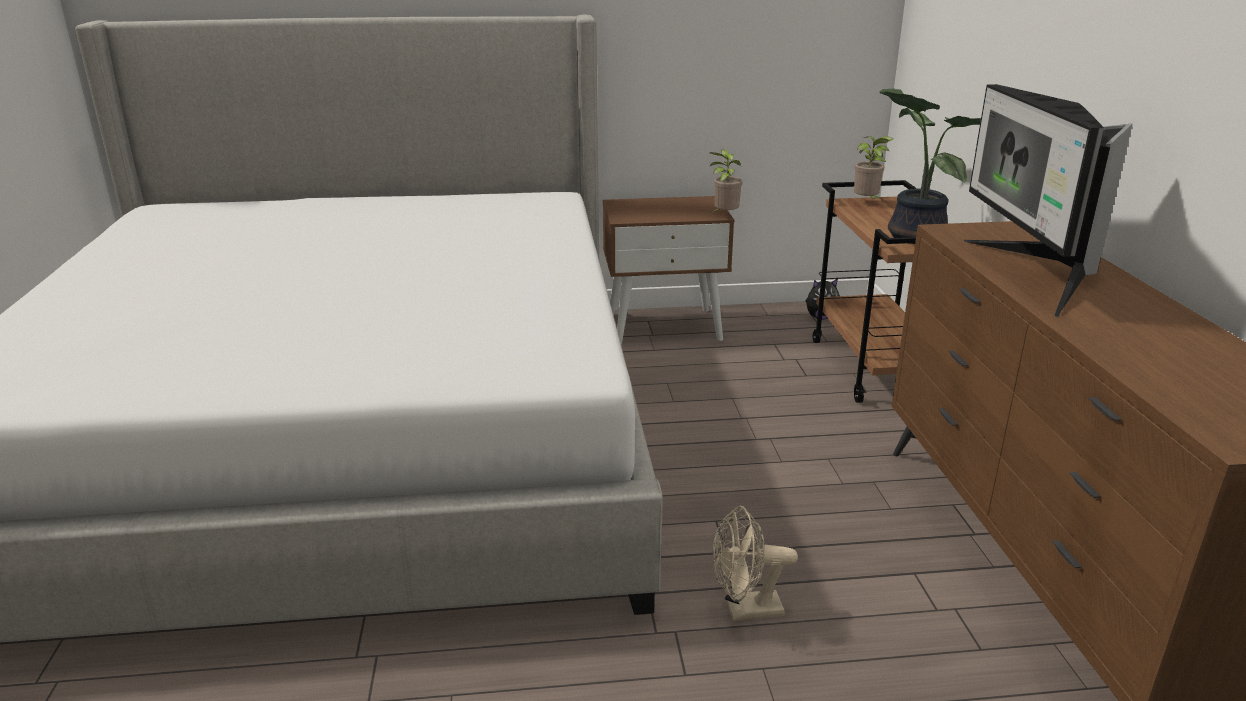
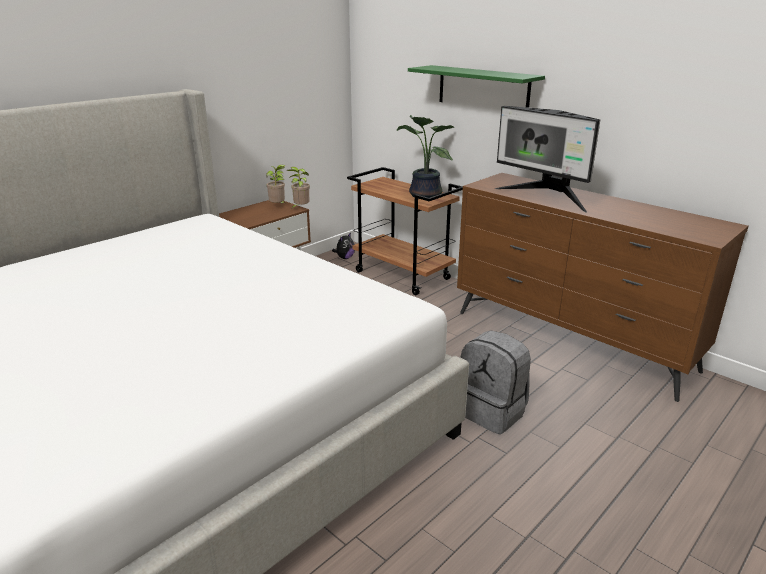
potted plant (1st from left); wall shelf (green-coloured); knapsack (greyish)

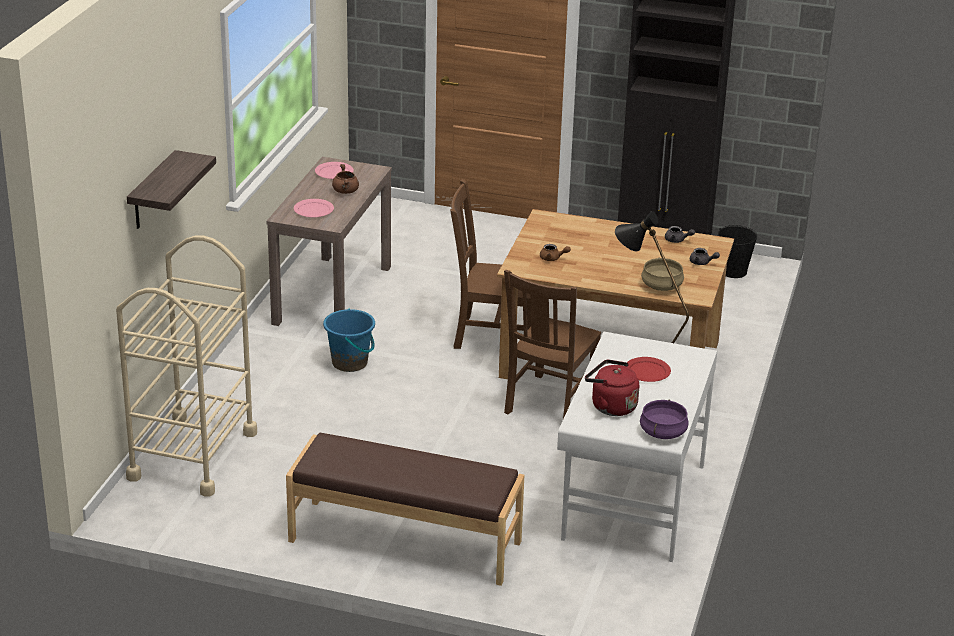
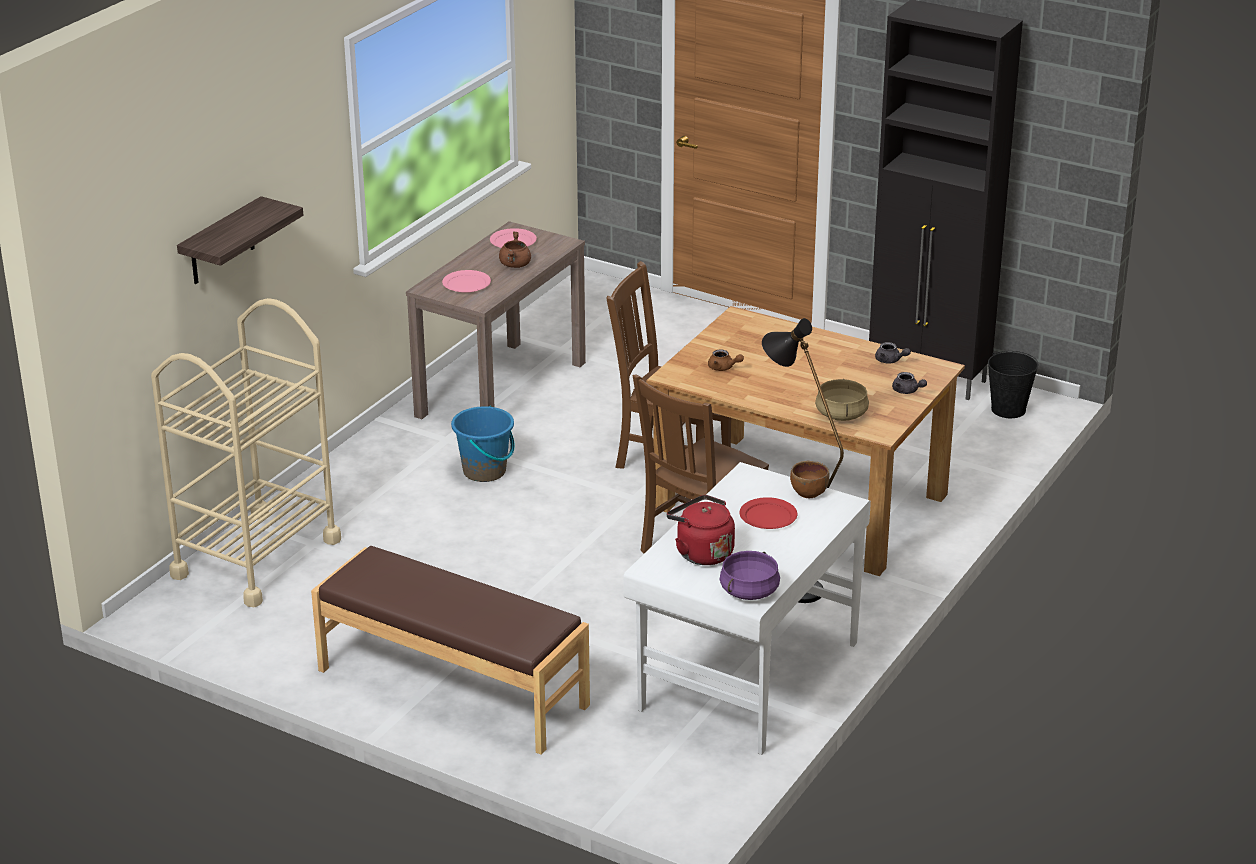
bowl (brown-coloured)

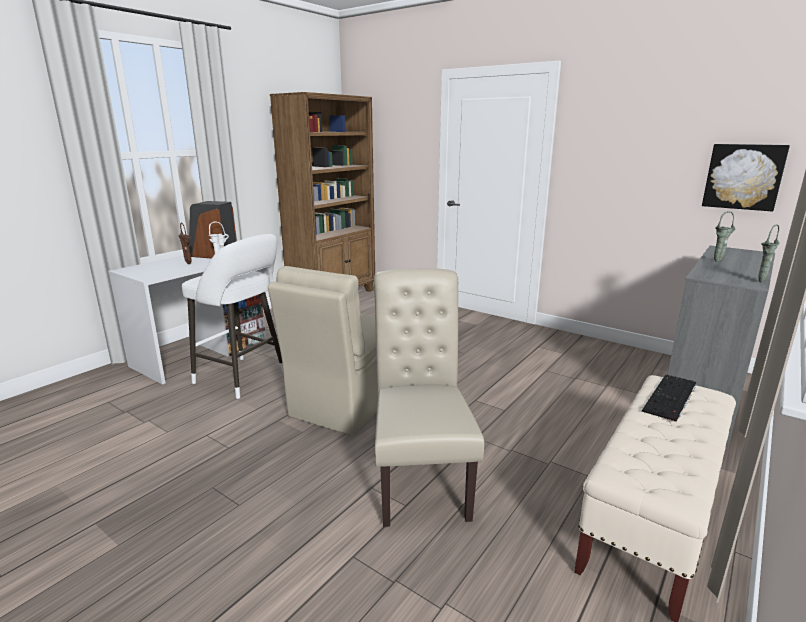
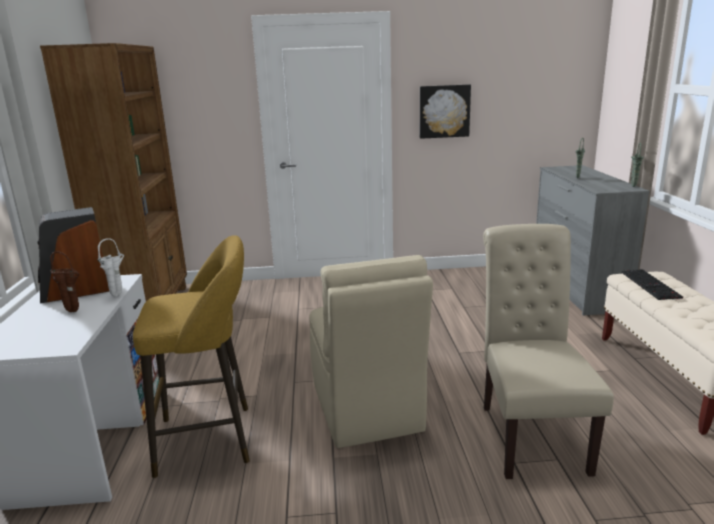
stool (yellow); picture; plain chair (beige) (2nd from left)

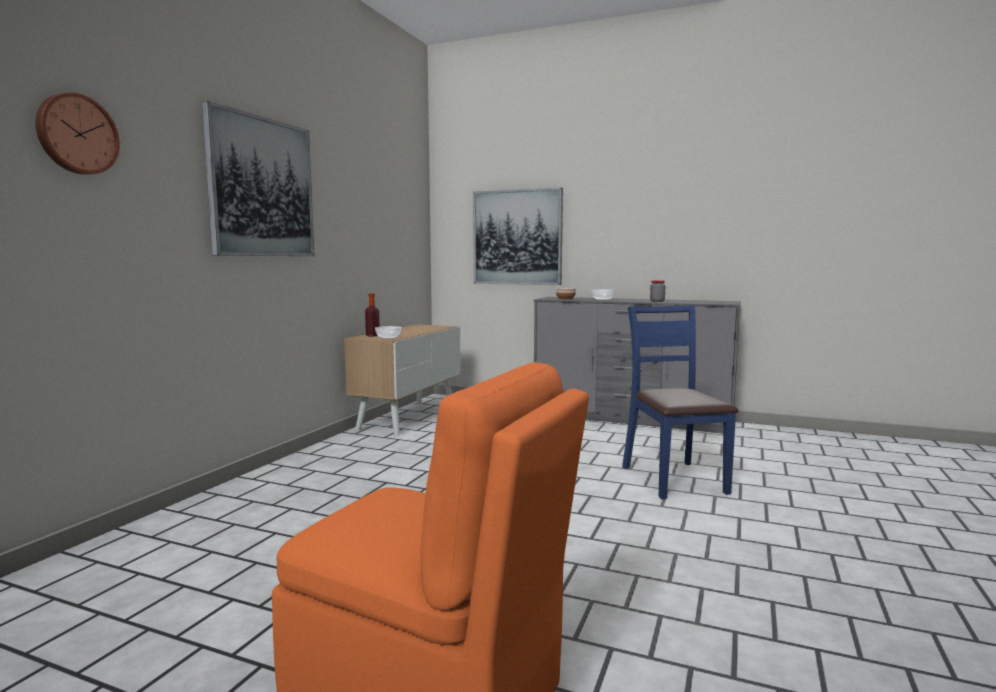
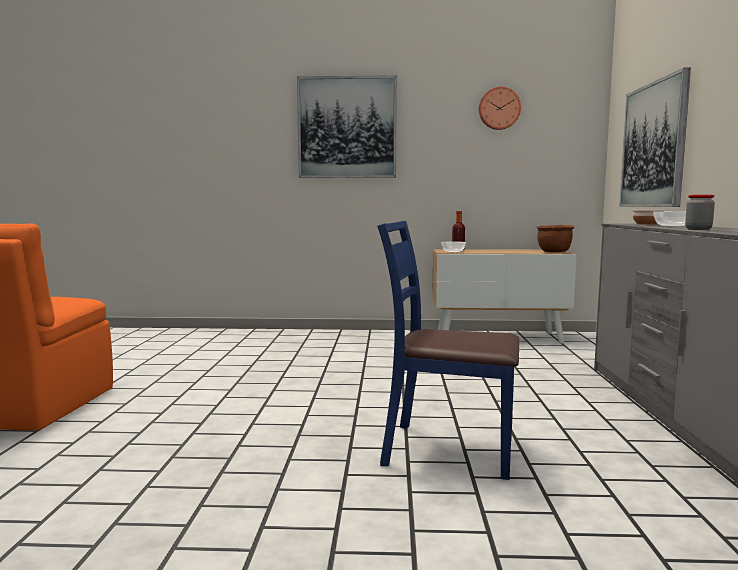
plain chair (blue); wall clock; cooking pot (brown-coloured)

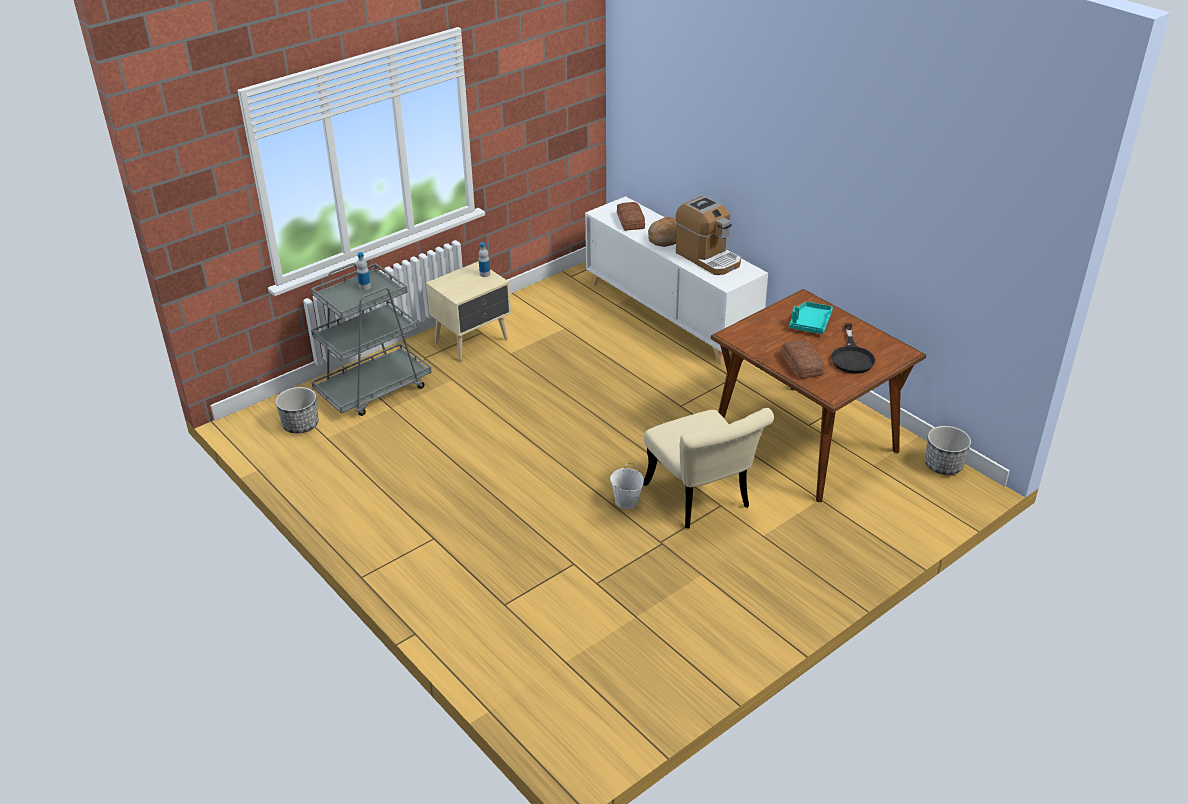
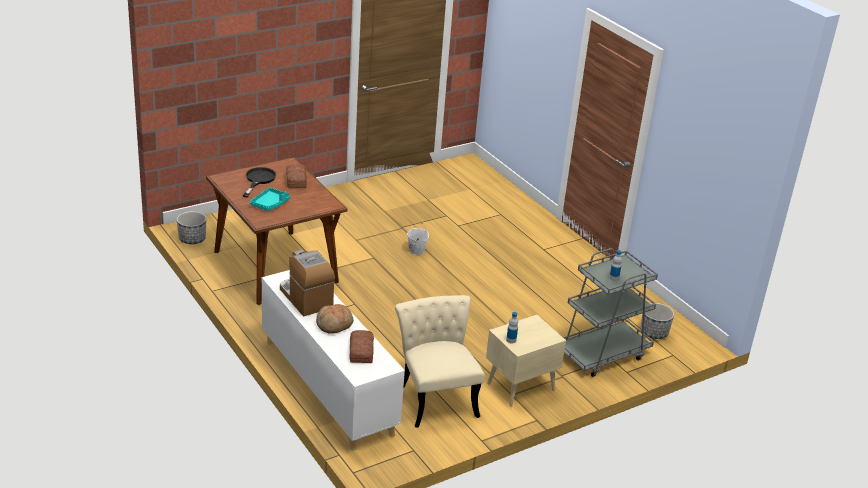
plain chair (beige)

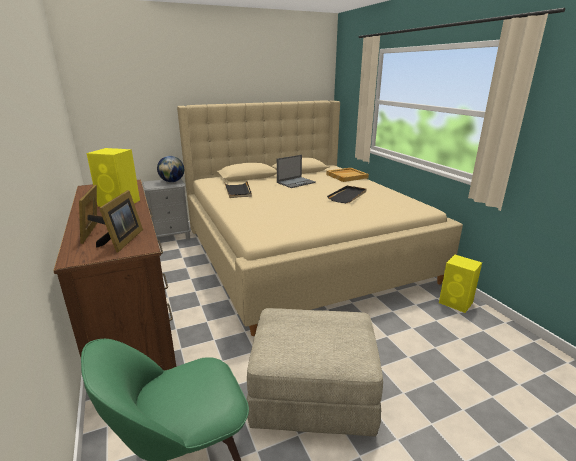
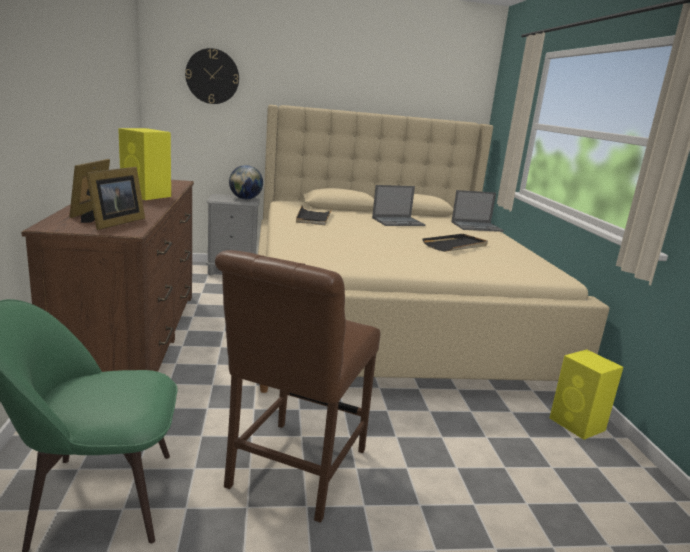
wall clock; plain chair (brown-coloured); laptop (2nd from left)

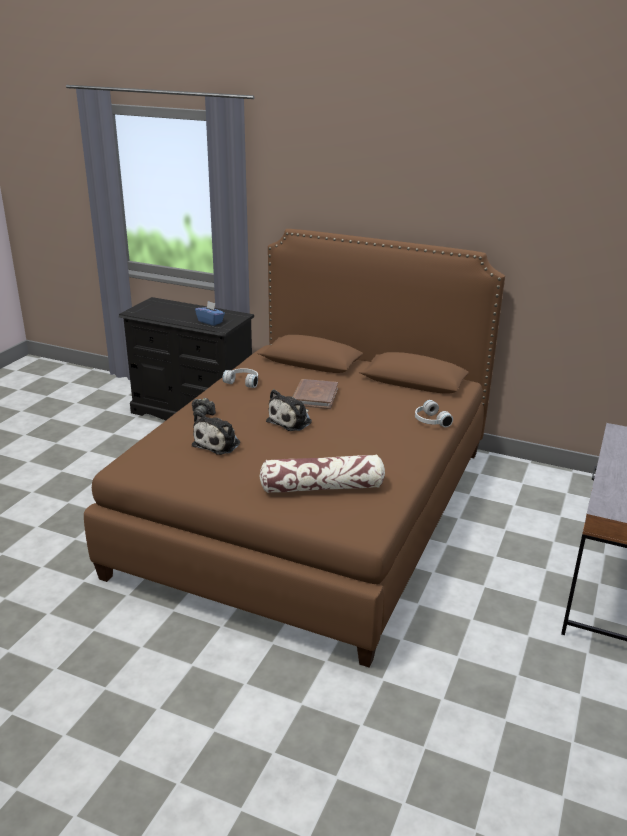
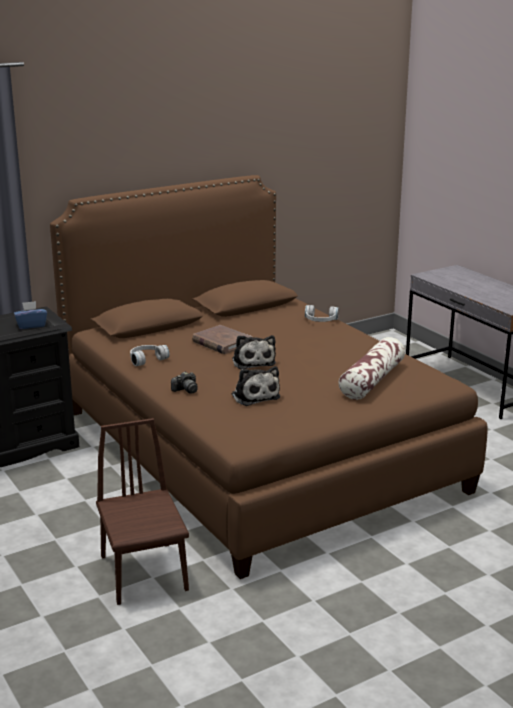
plain chair (brown-coloured)

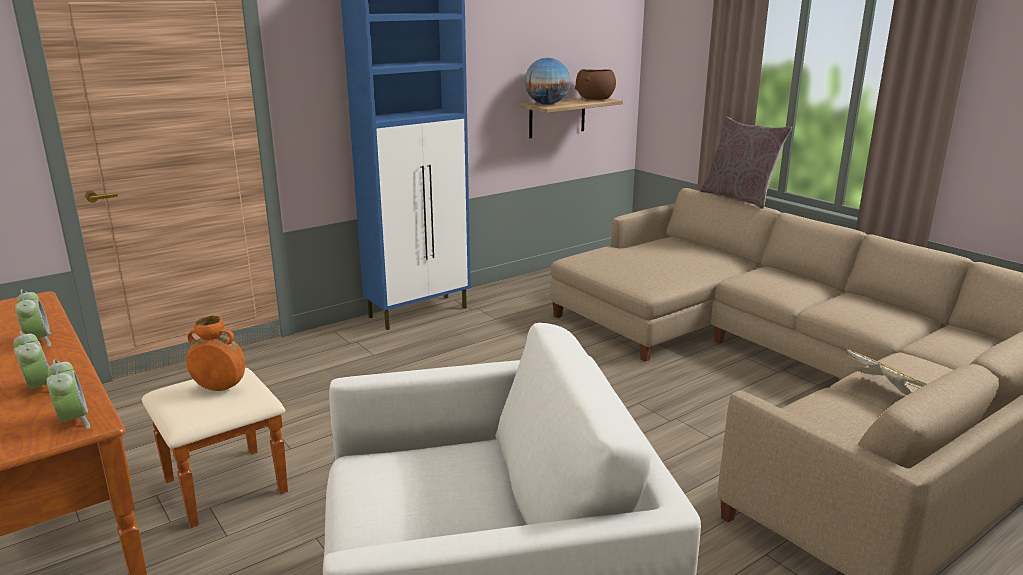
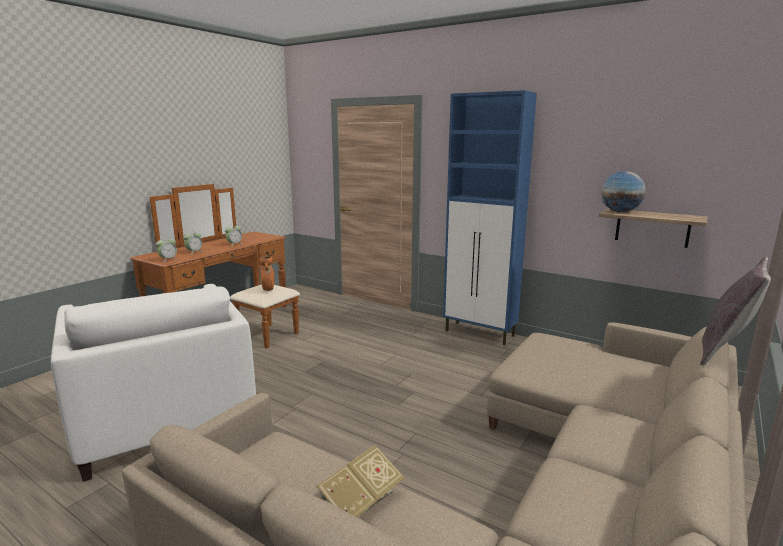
bowl (brown-coloured)

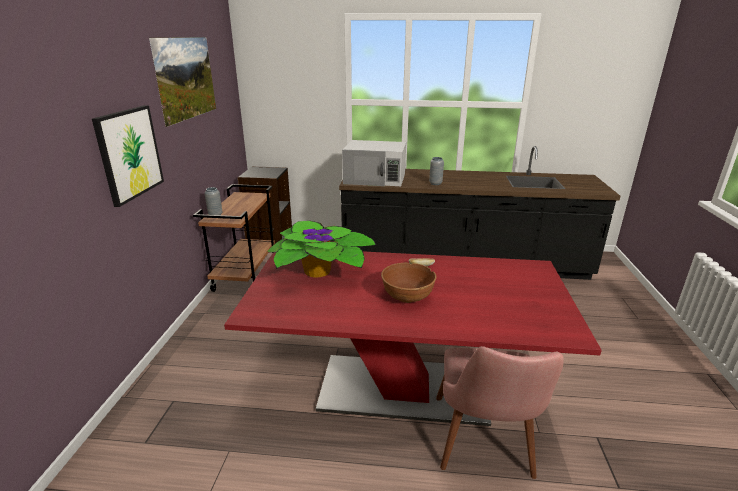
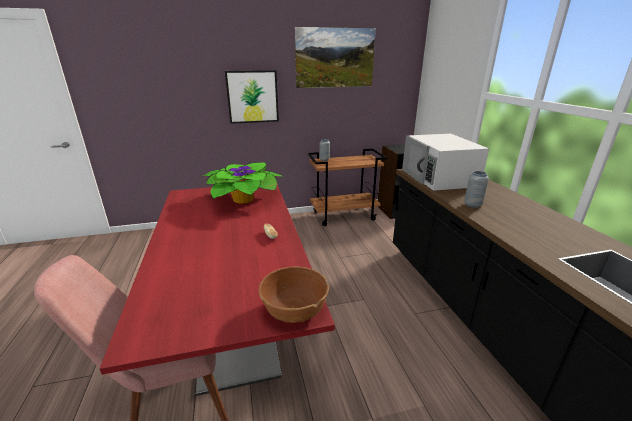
bowl (brown-coloured)

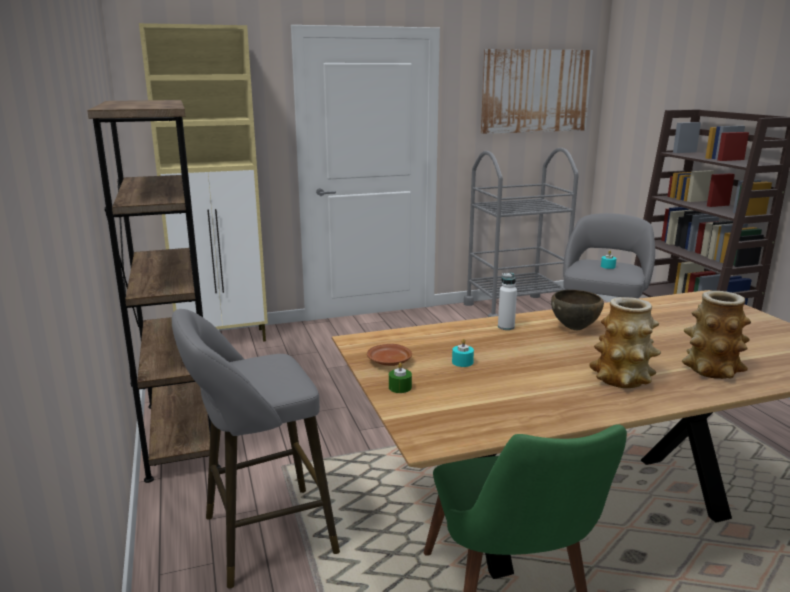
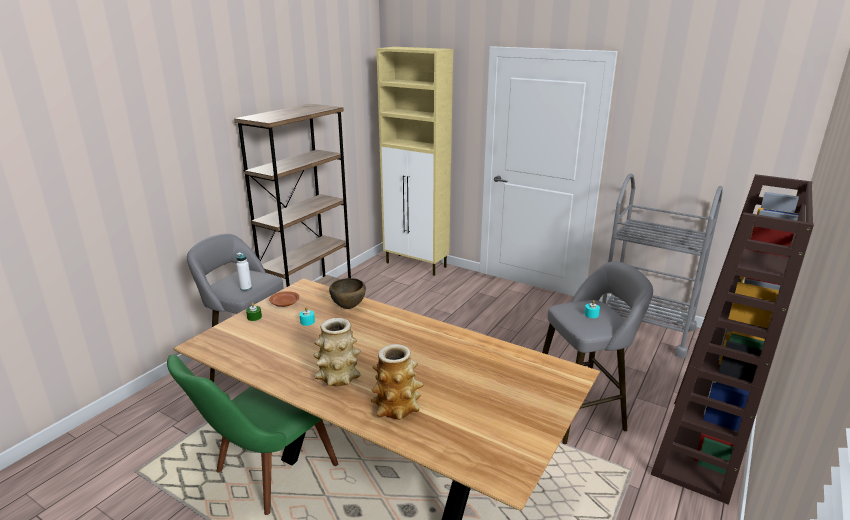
bottle (white-coloured); bowl (brown-coloured); picture

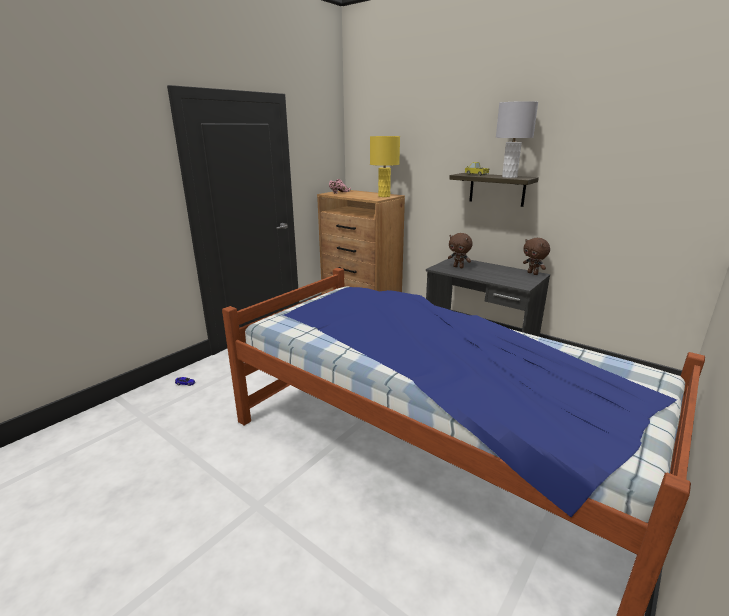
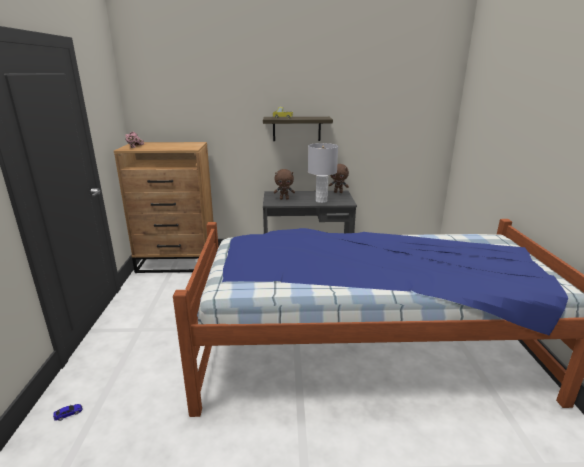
table lamp (greyish); table lamp (yellow)

